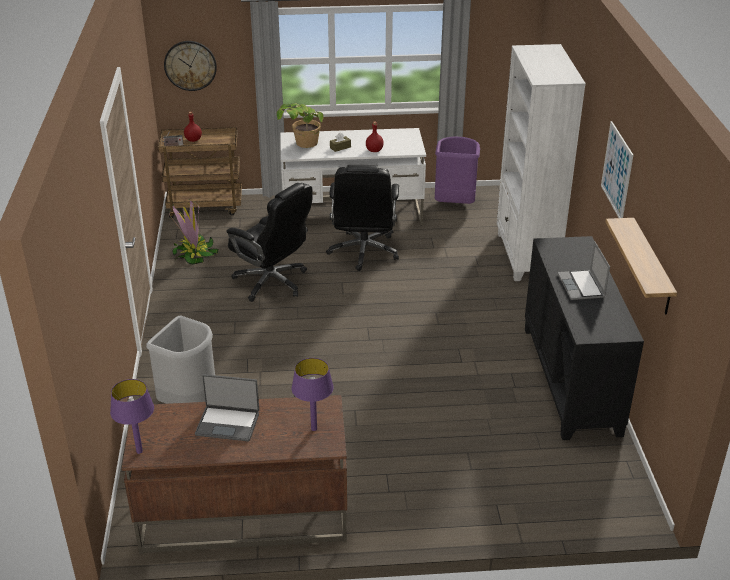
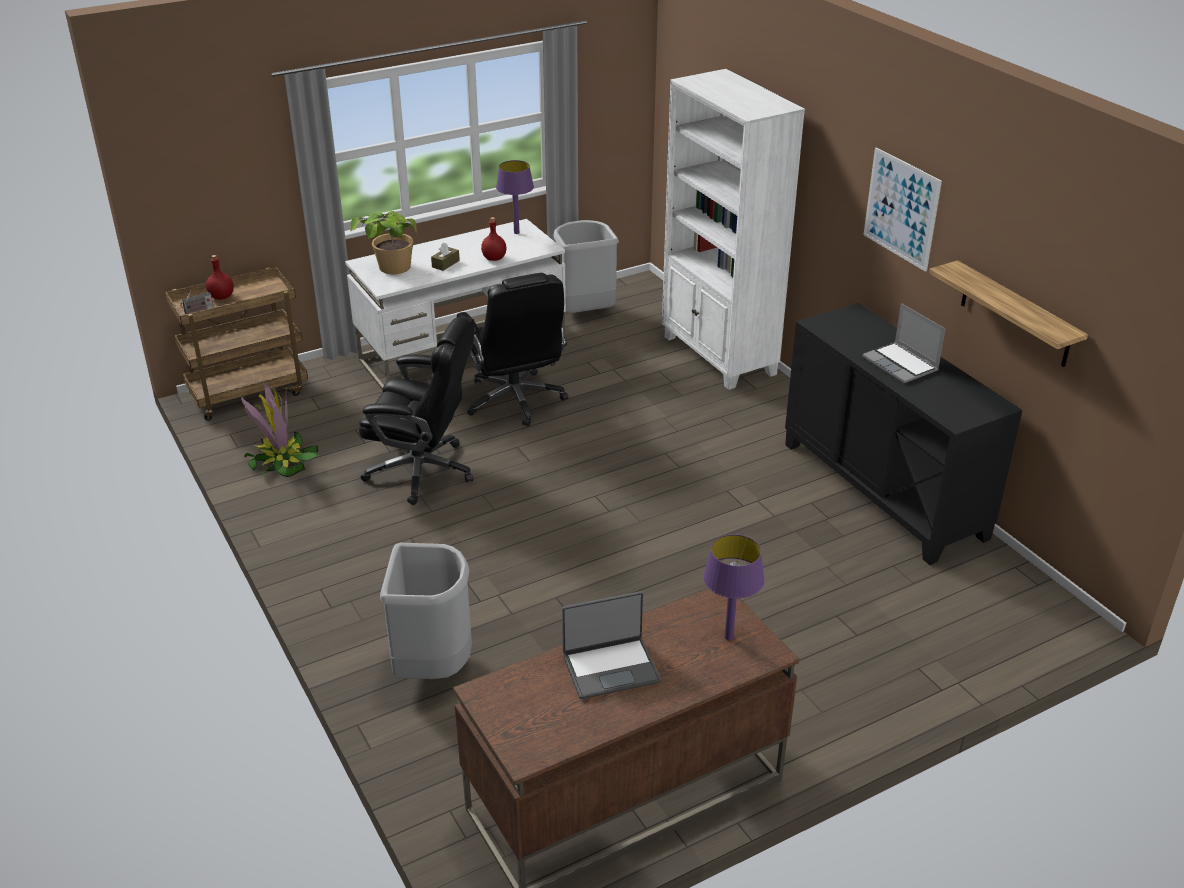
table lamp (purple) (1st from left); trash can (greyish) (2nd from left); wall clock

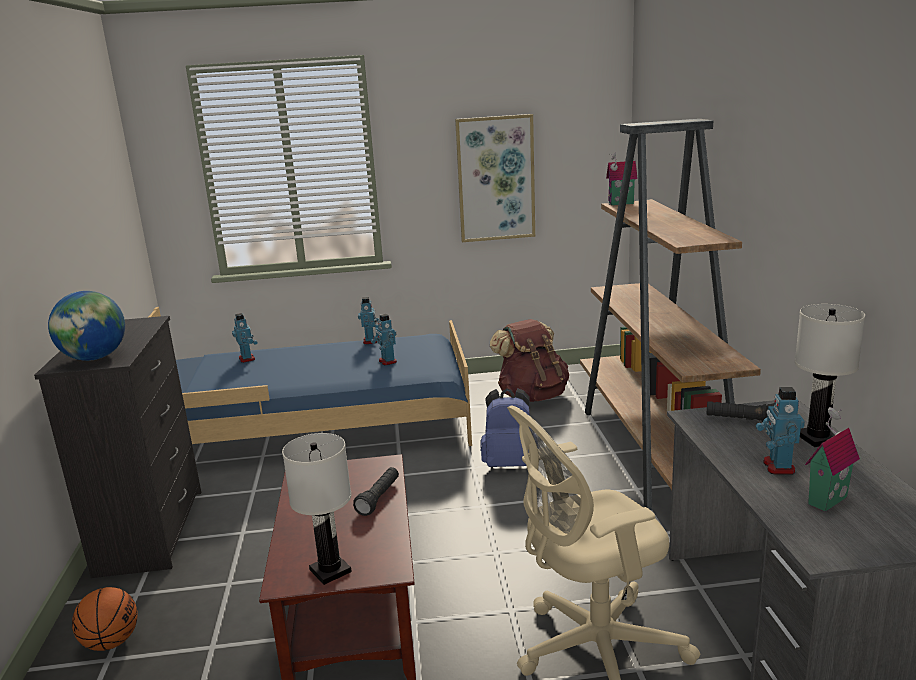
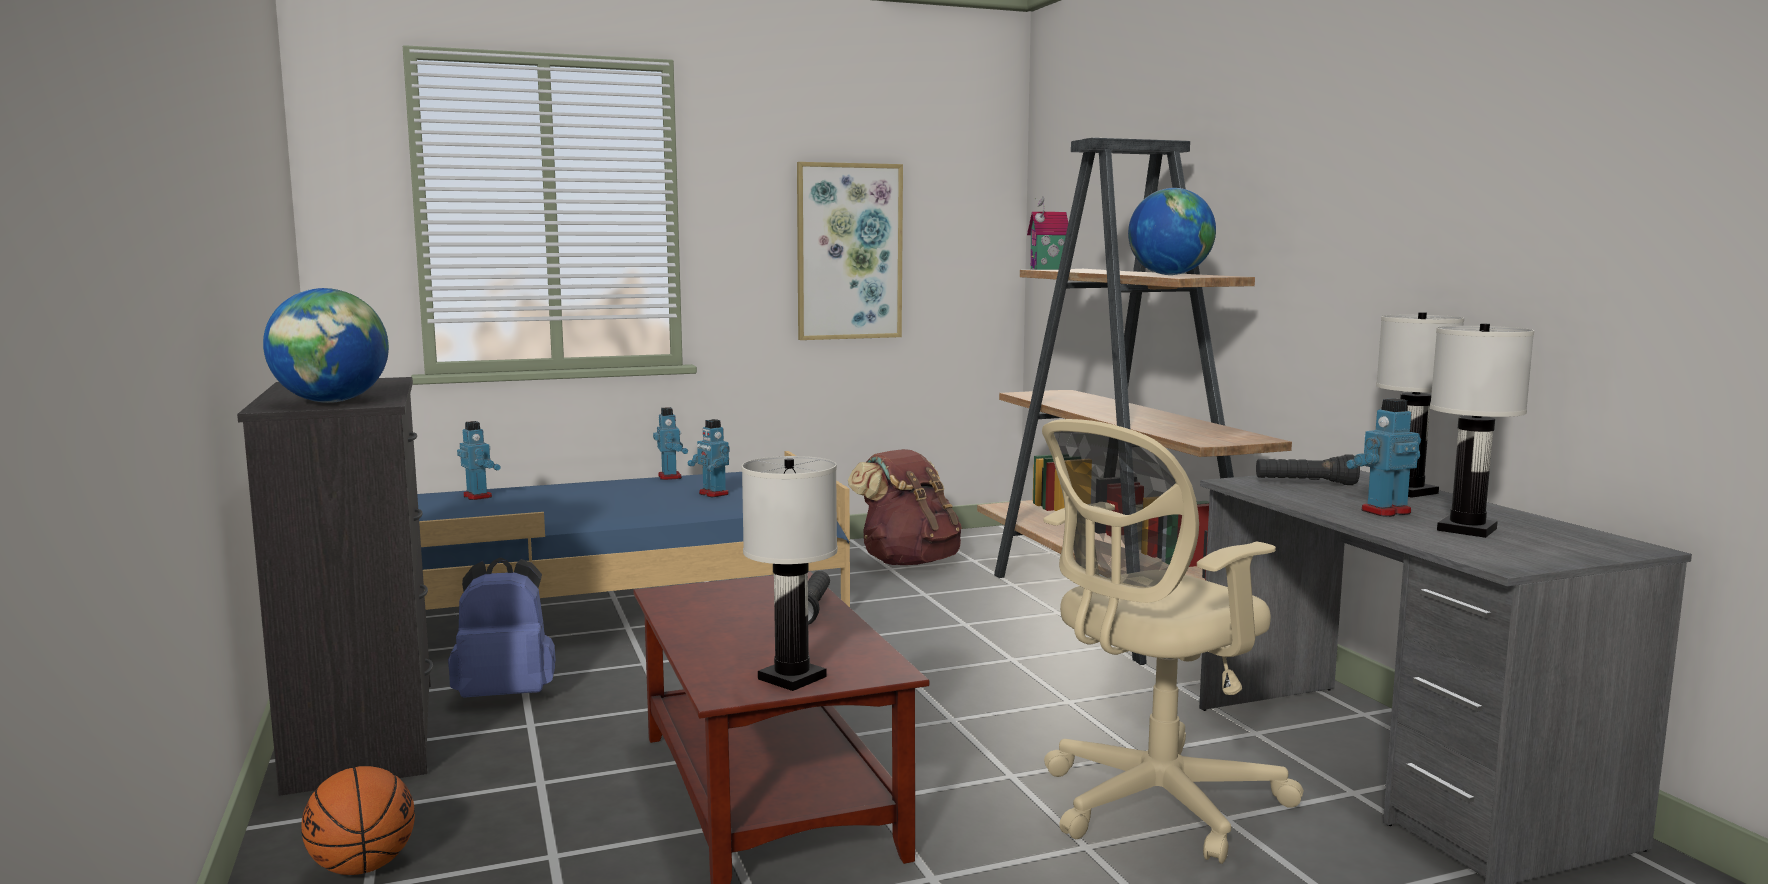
knapsack (blue); desk globe (2nd from left); toy robot (4th from left); table lamp (white-coloured) (3rd from left)

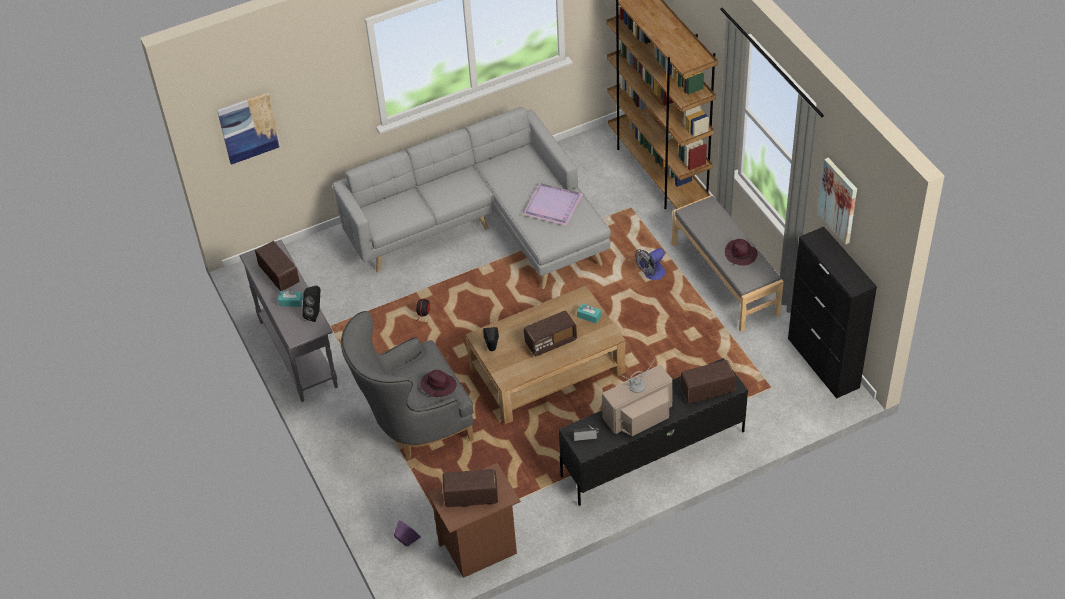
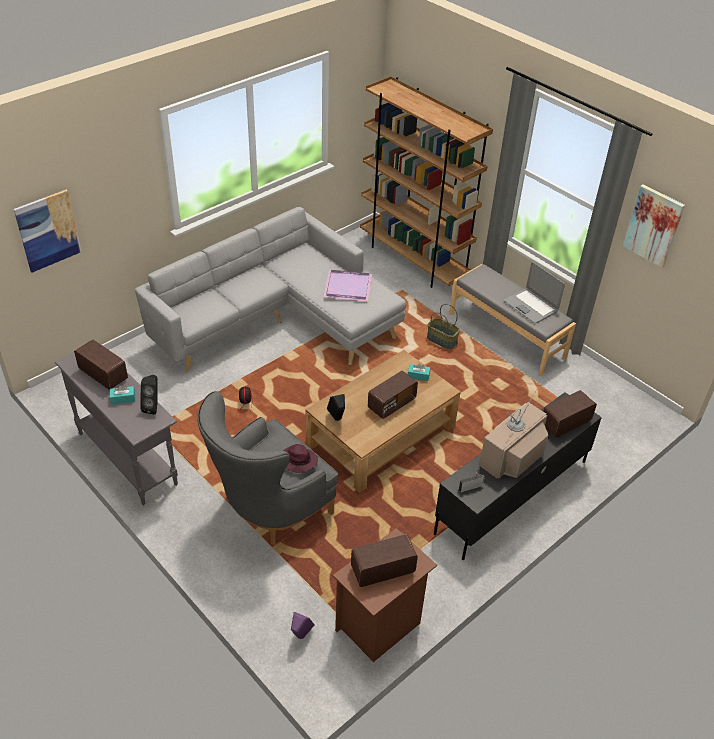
storage basket; laptop; cabinet (black-coloured)

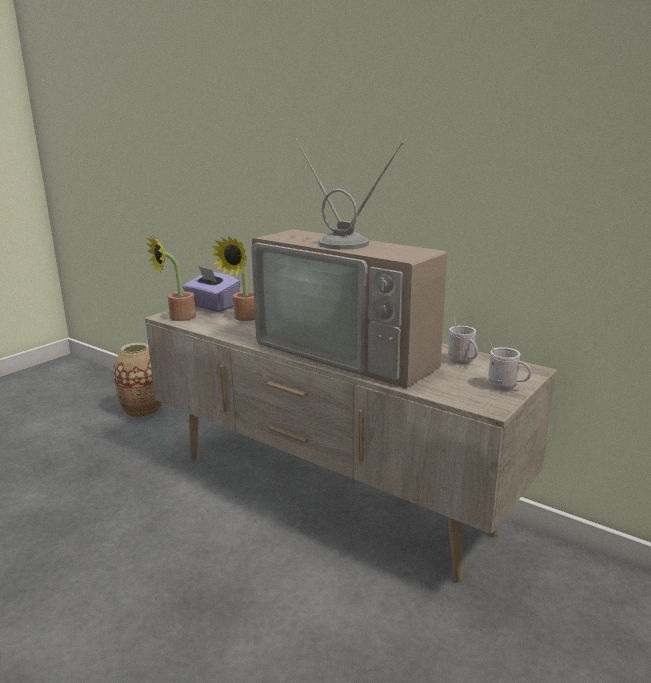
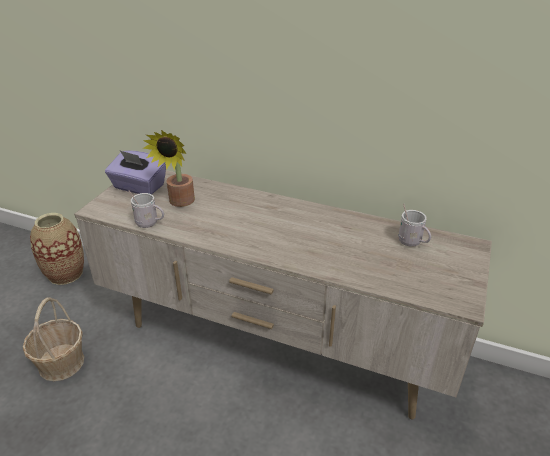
storage basket; tea mug (white-coloured) (1st from left); potted plant (1st from left in the first image); television

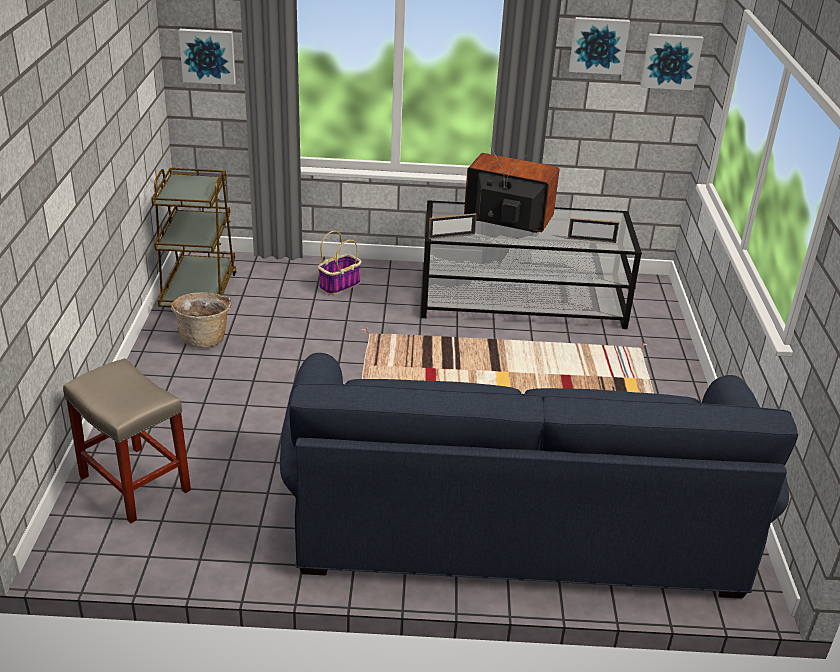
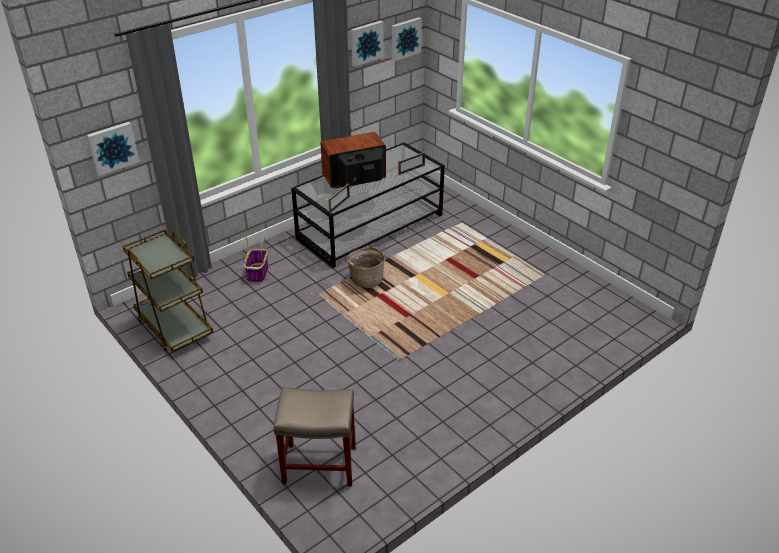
storage basket (2nd from left); sofa (blue)

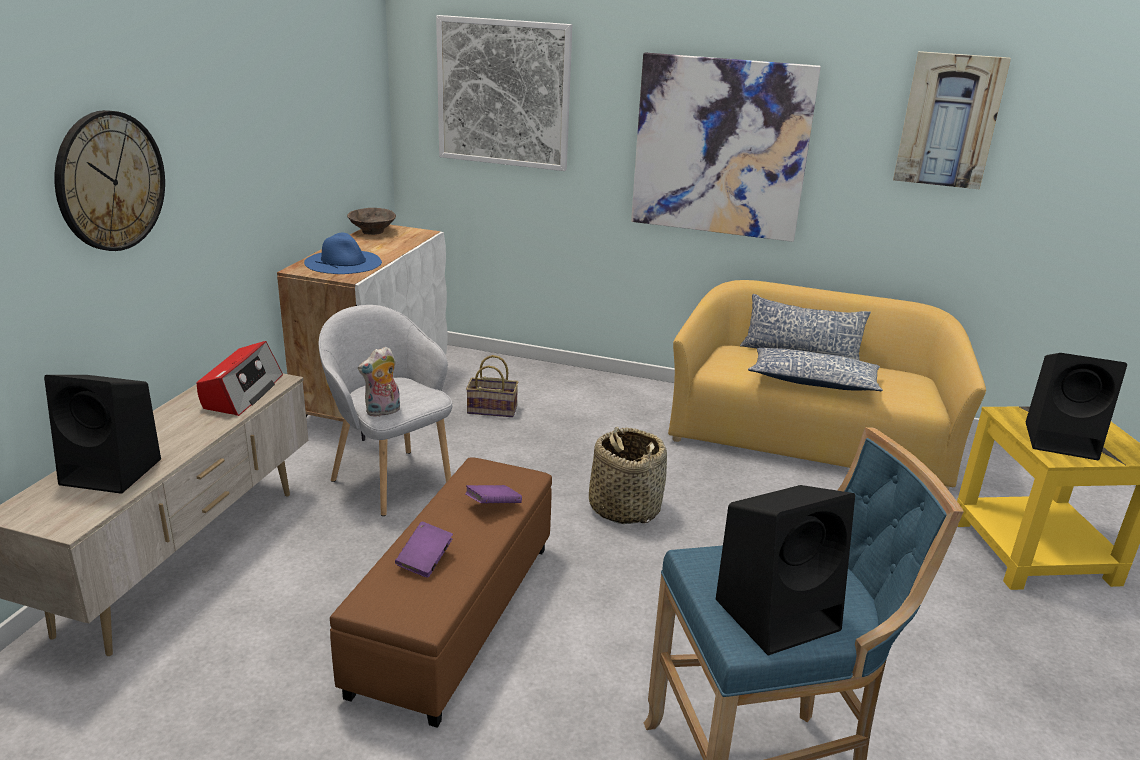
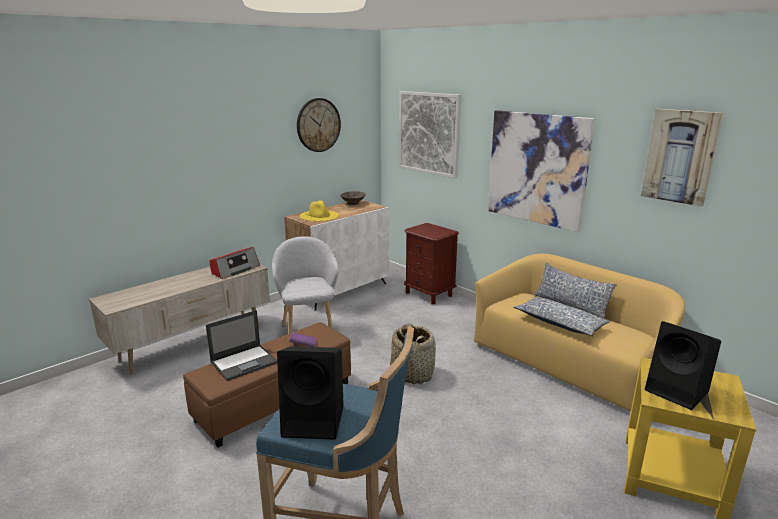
laptop; wall clock; clothing hat (yellow); nightstand (brown-coloured); audio speaker (black-coloured) (1st from left in the first image); soft toy; storage basket (1st from left in the first image)

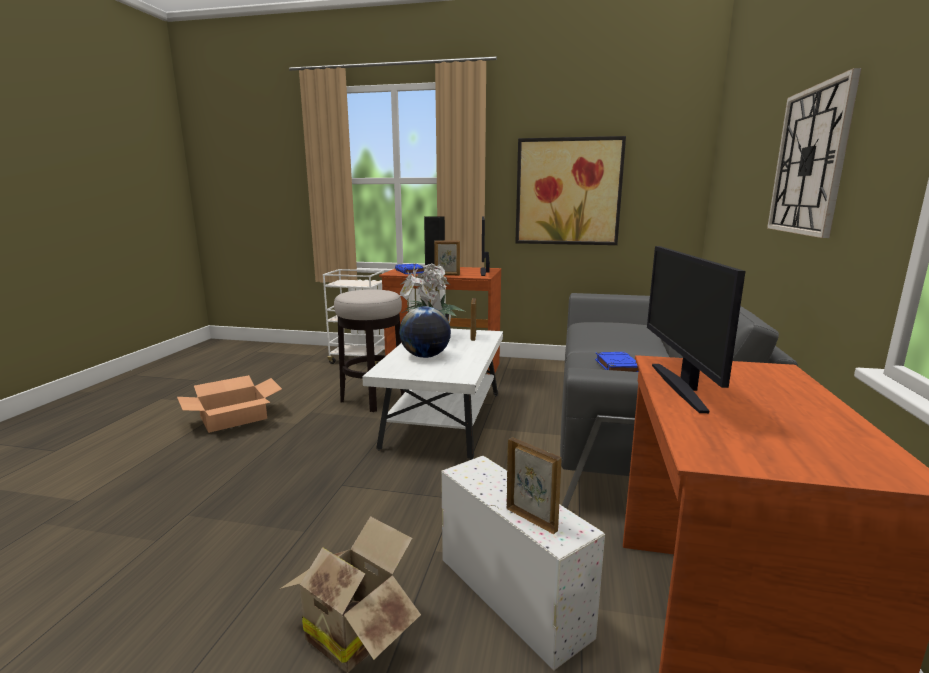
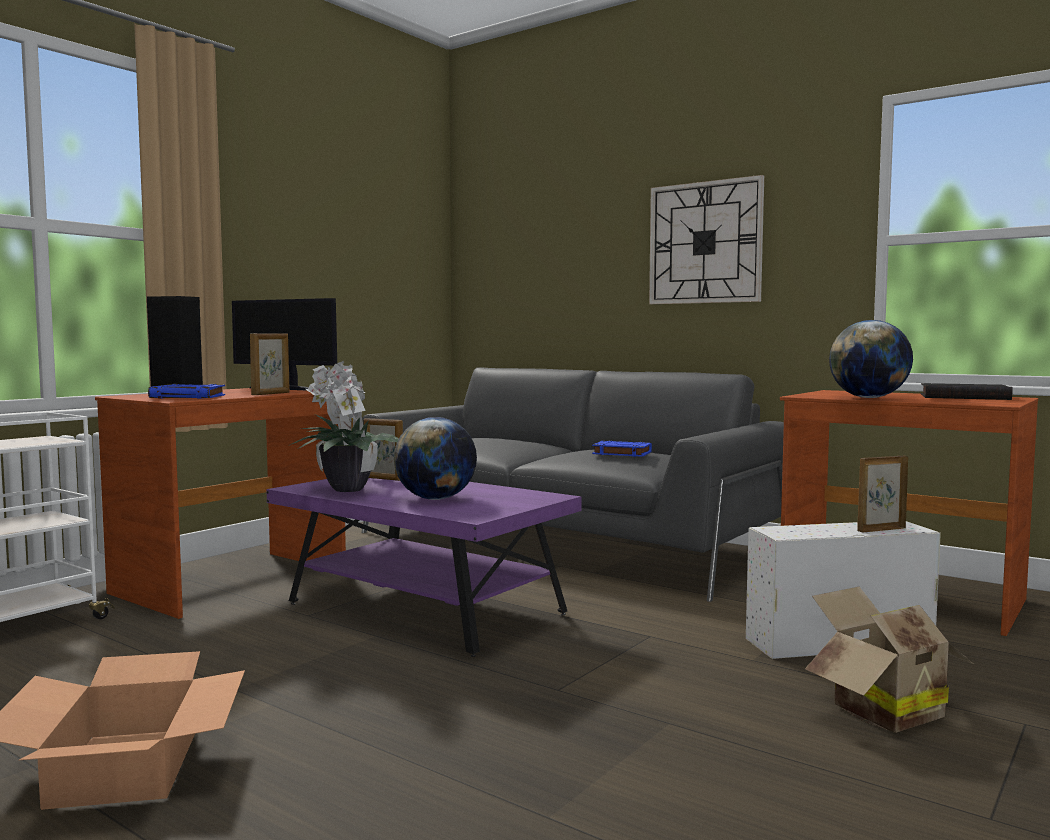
lounge table (purple); desk globe (2nd from left); book (black-coloured); stool; picture

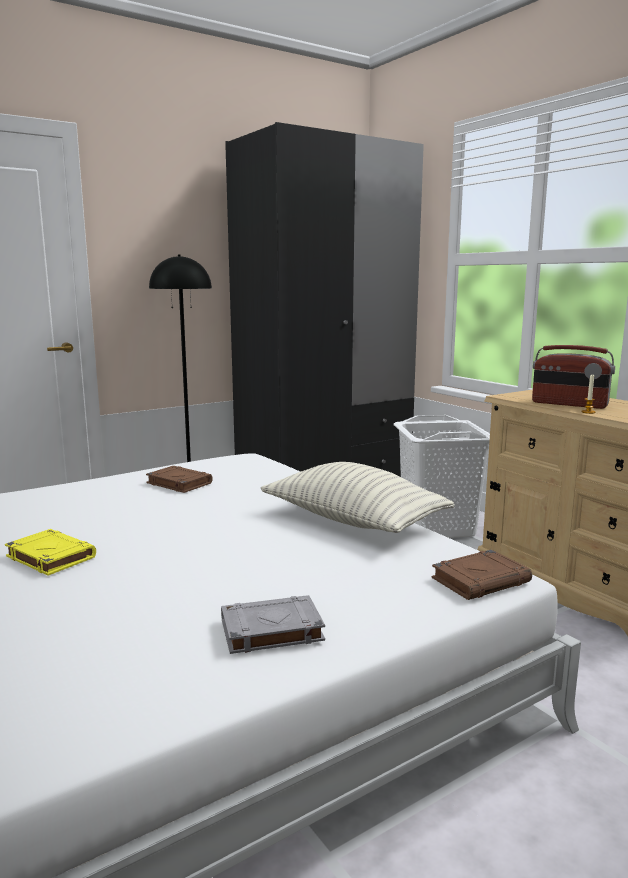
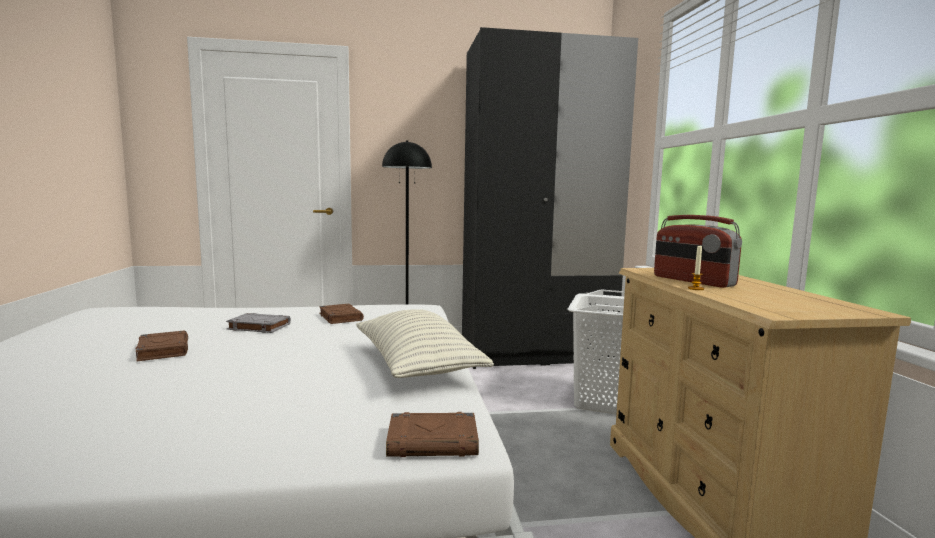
book (brown-coloured) (1st from left); book (greyish)

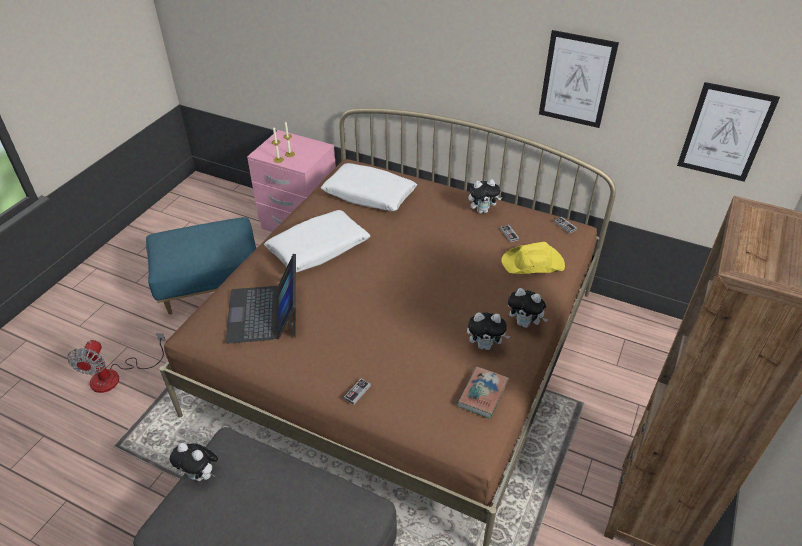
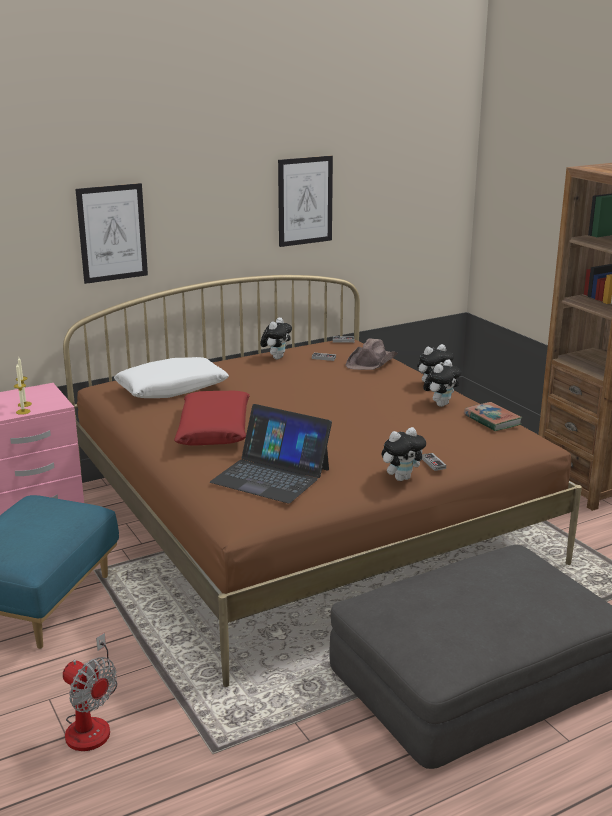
picture (1st from left); cushion (red-coloured); clothing hat (brown-coloured); soft toy (2nd from left)

